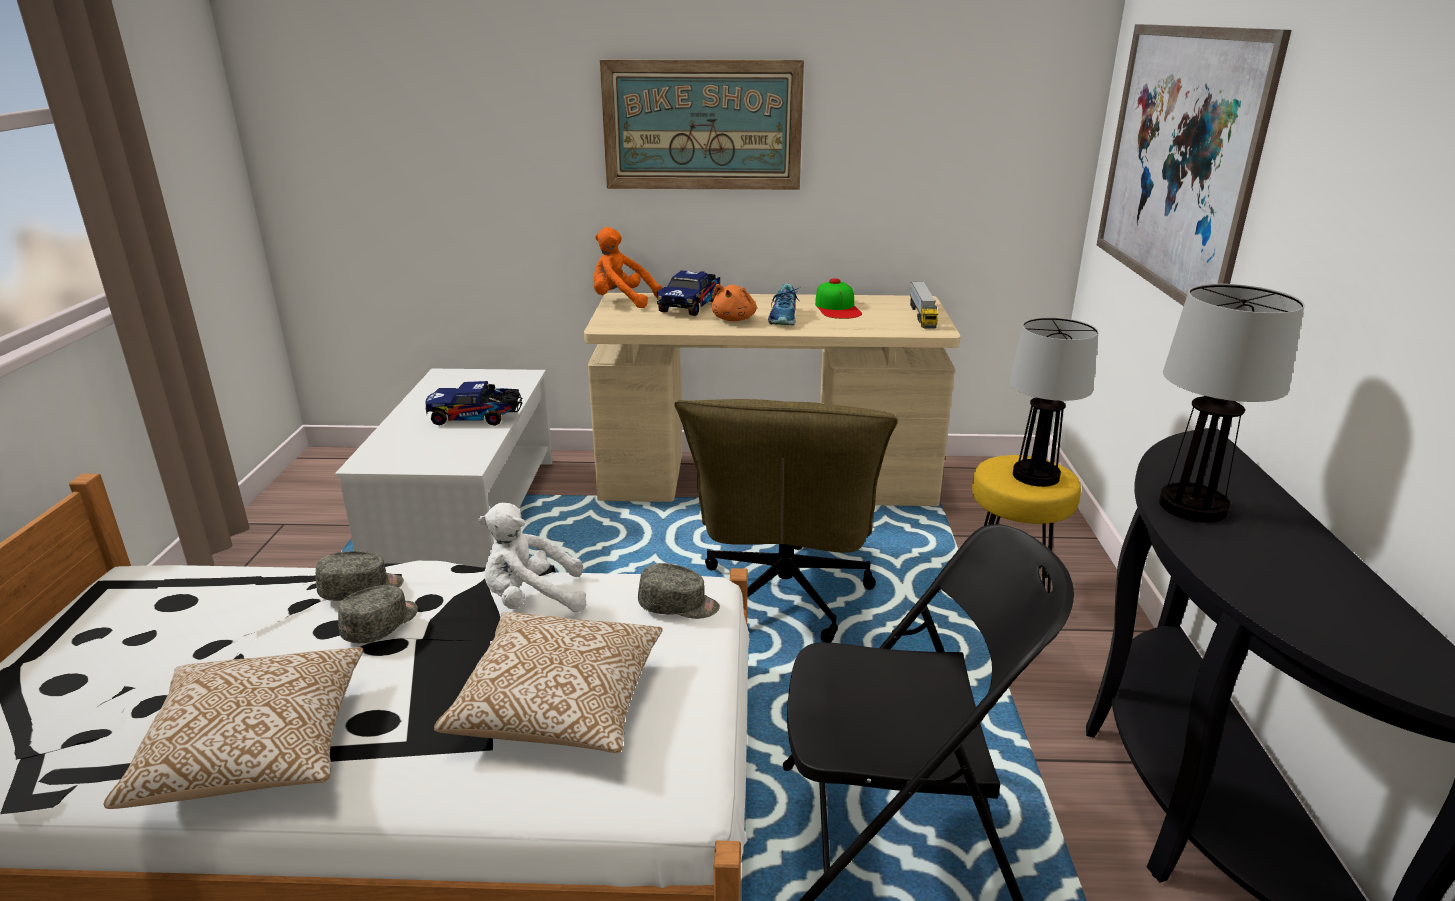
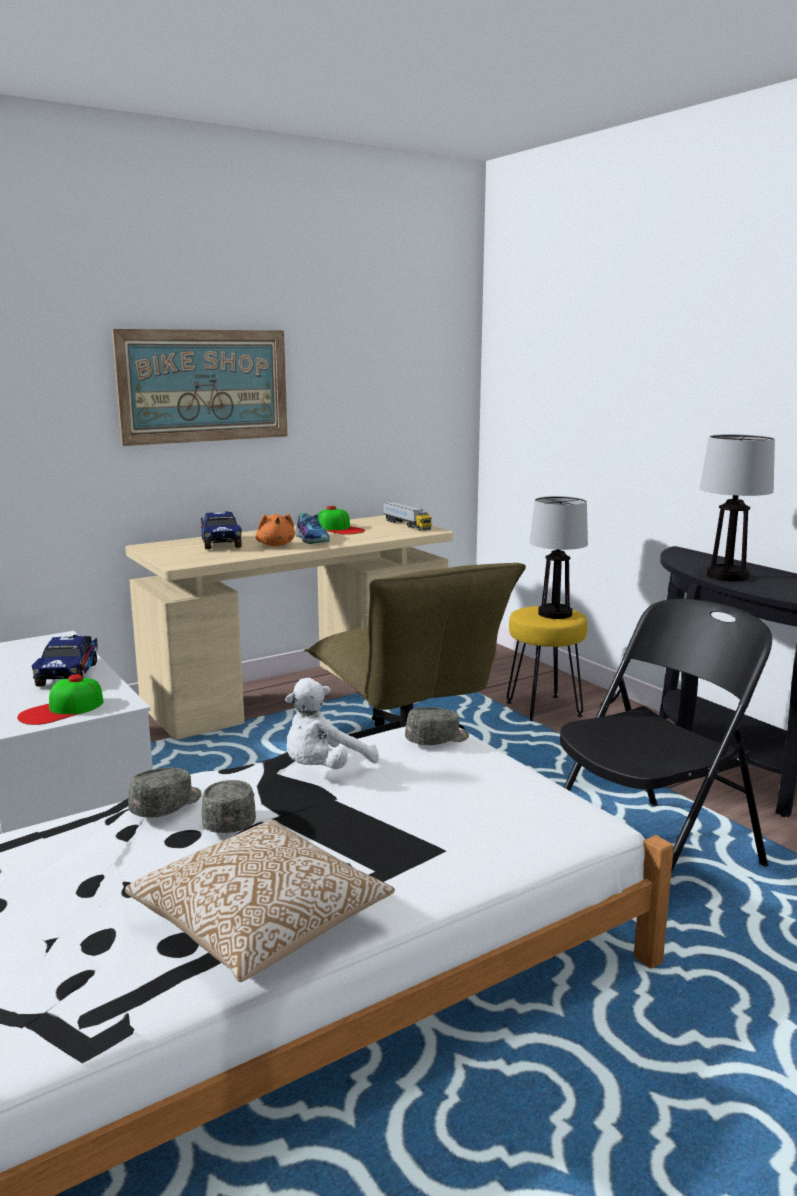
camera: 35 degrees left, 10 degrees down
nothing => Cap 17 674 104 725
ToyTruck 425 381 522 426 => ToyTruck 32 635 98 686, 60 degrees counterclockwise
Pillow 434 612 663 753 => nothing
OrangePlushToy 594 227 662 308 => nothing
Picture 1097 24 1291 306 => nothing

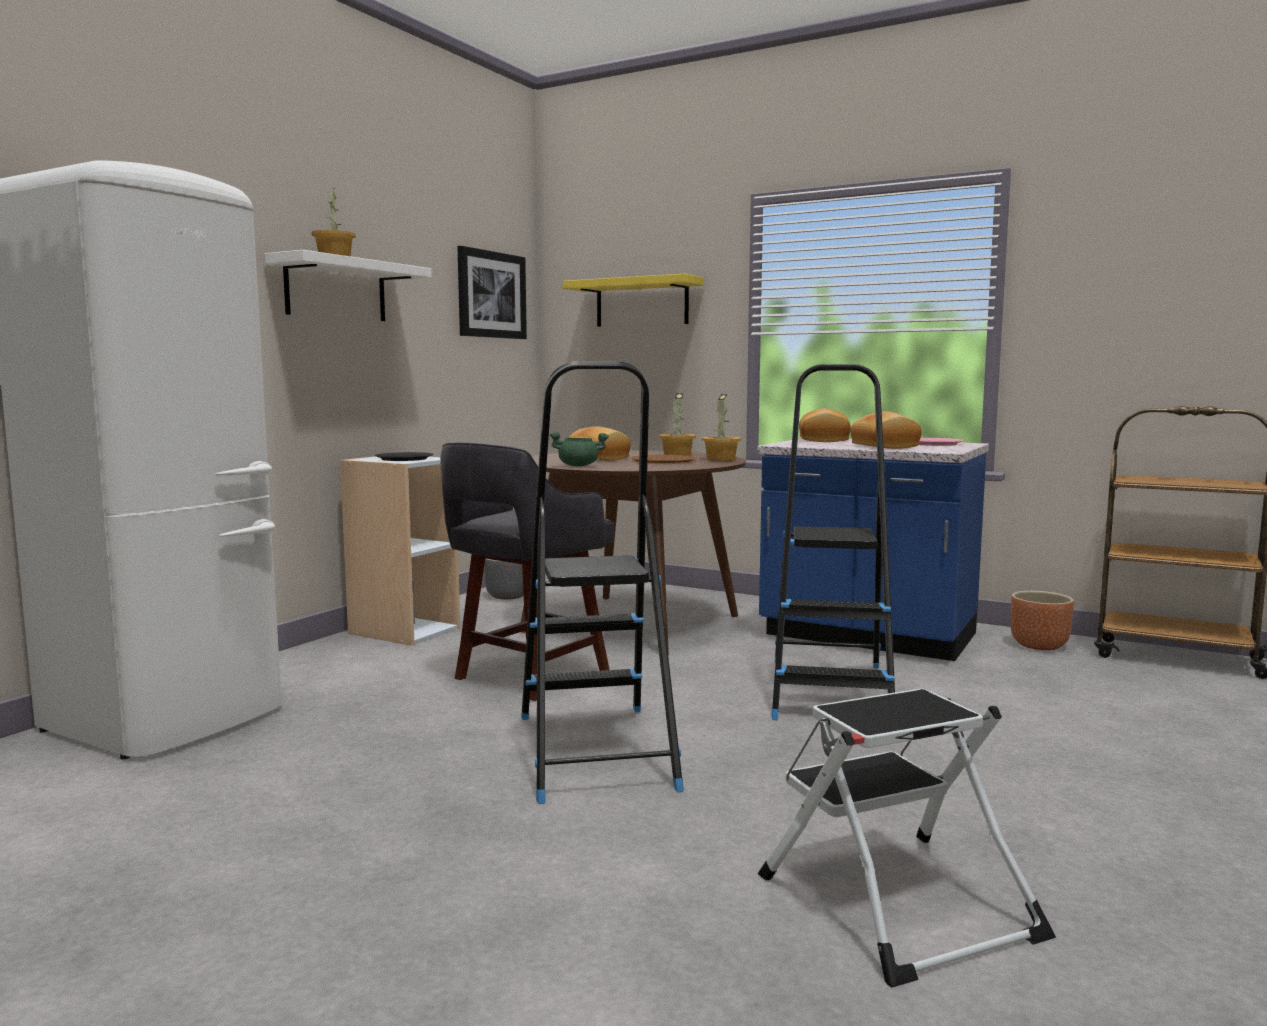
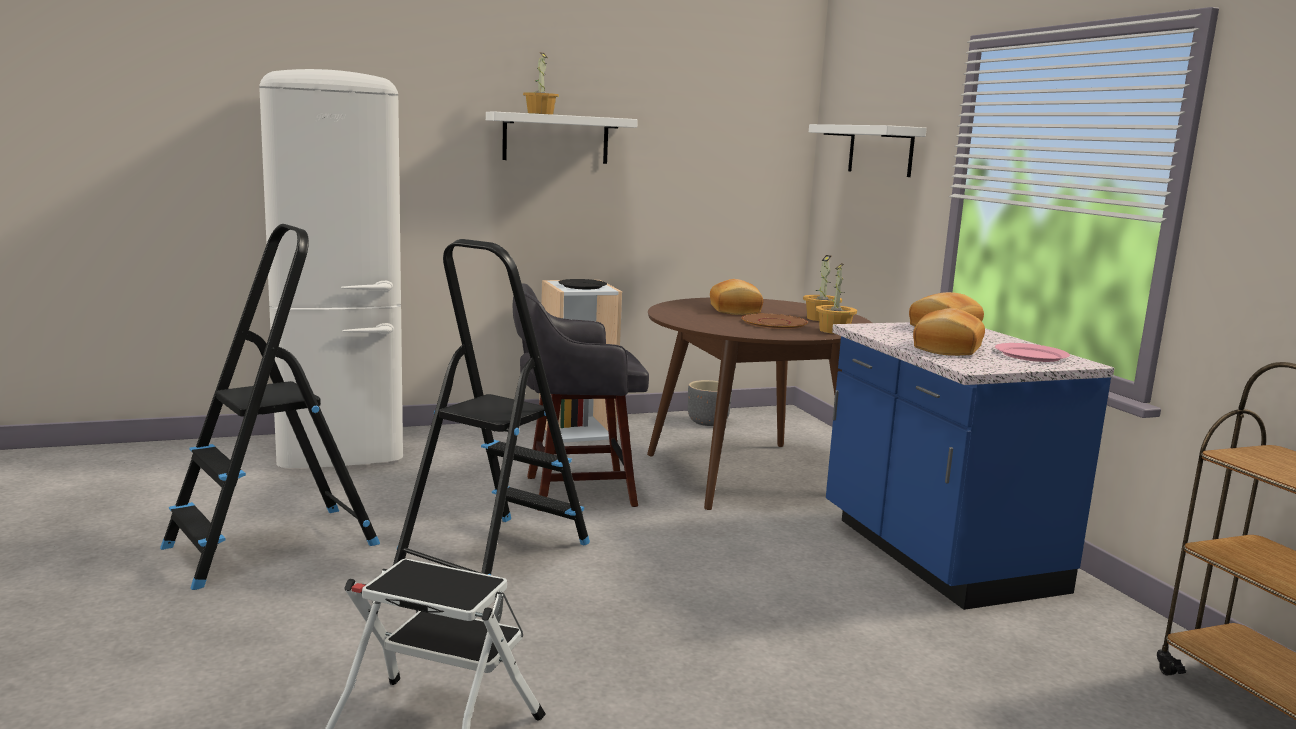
camera: 40 degrees right, 5 degrees up
BlackStepLadder 771 364 895 720 => BlackStepLadder 160 224 380 590, move
YellowShelf 563 274 704 327 => WhiteShelf 809 124 927 177
Picture 457 246 527 339 => nothing
GreenCookingPot 550 432 609 467 => nothing
BrownPlanter 1011 591 1074 650 => nothing

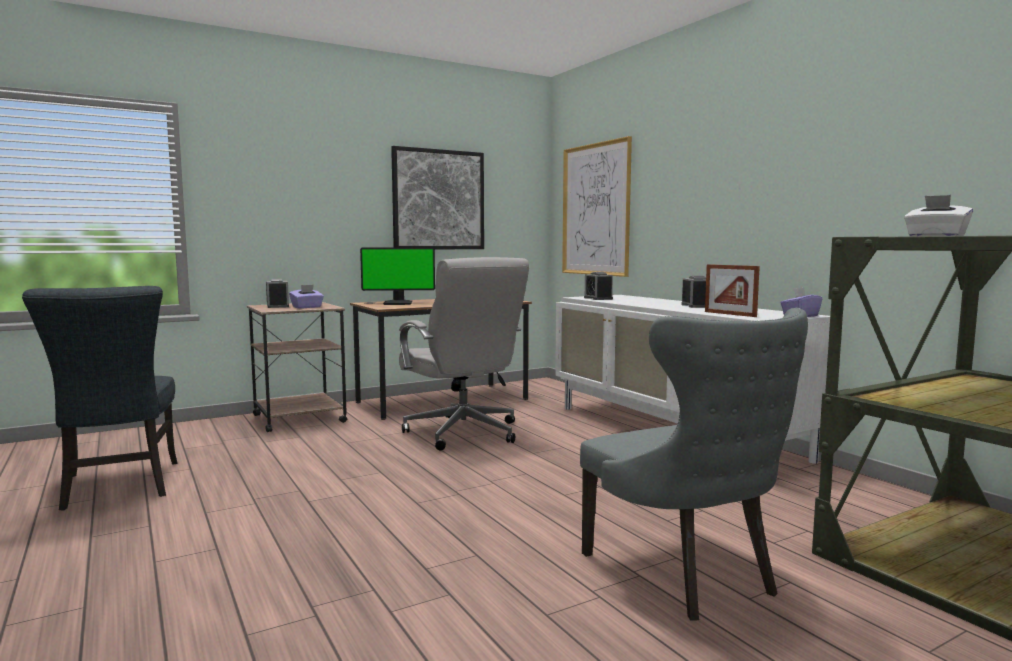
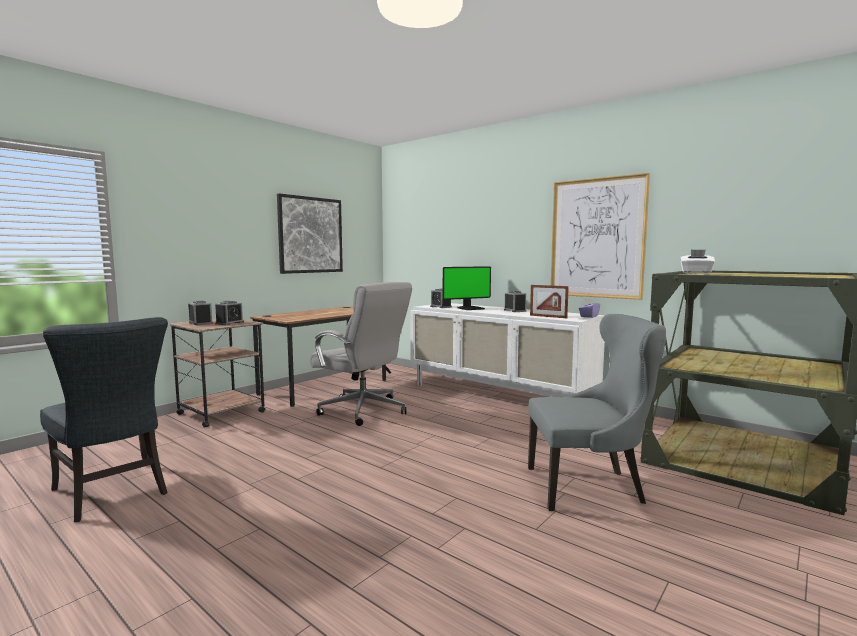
camera: 20 degrees left, 0 degrees up
PurpleTissueBox 289 285 324 308 => AlarmClock 215 301 244 325
Monitor 360 248 435 305 => Monitor 443 266 491 310, move
GreyChair 580 308 808 621 => GreyChair 528 314 666 511, 45 degrees counterclockwise
Picture 562 136 632 277 => Picture 551 173 650 300, move

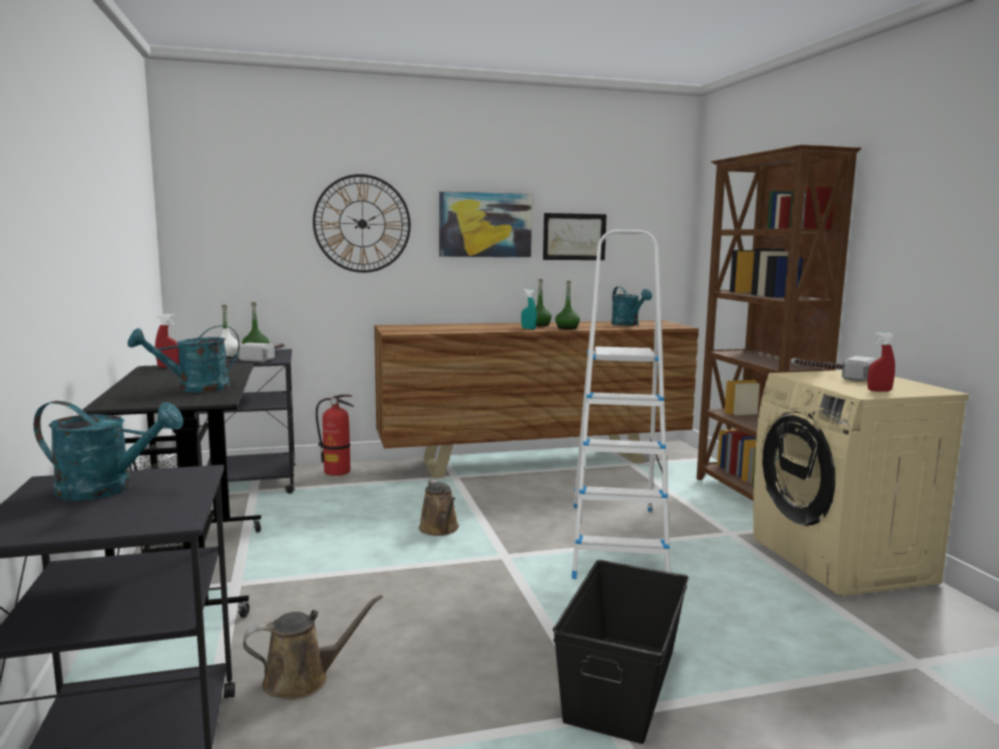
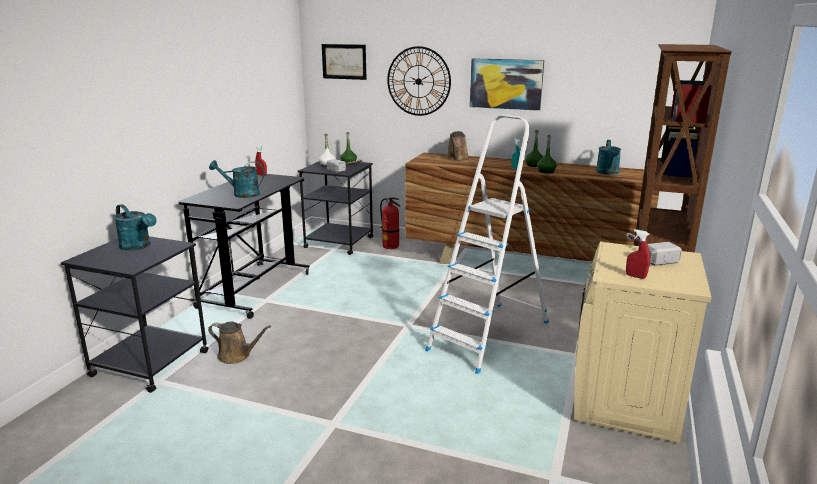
camera: 35 degrees right, 10 degrees up
Picture 543 213 607 260 => Picture 322 44 367 80, move
BrownWateringCan 419 480 459 536 => BrownWateringCan 446 131 469 161, move
BlackStorageBox 553 560 689 744 => nothing

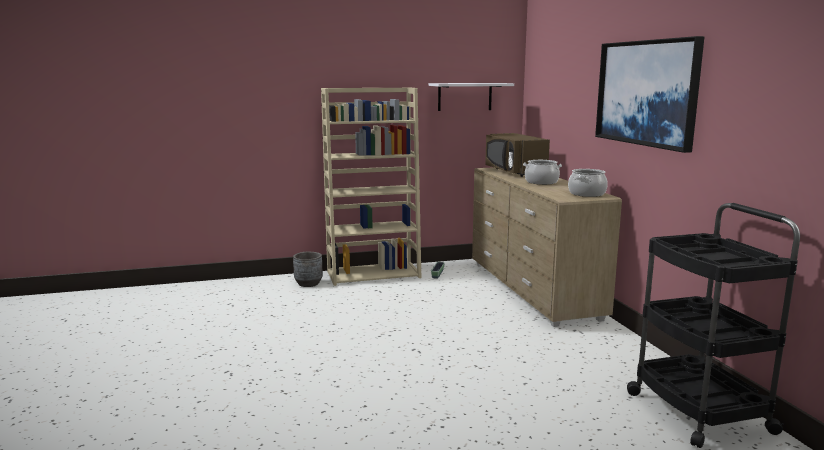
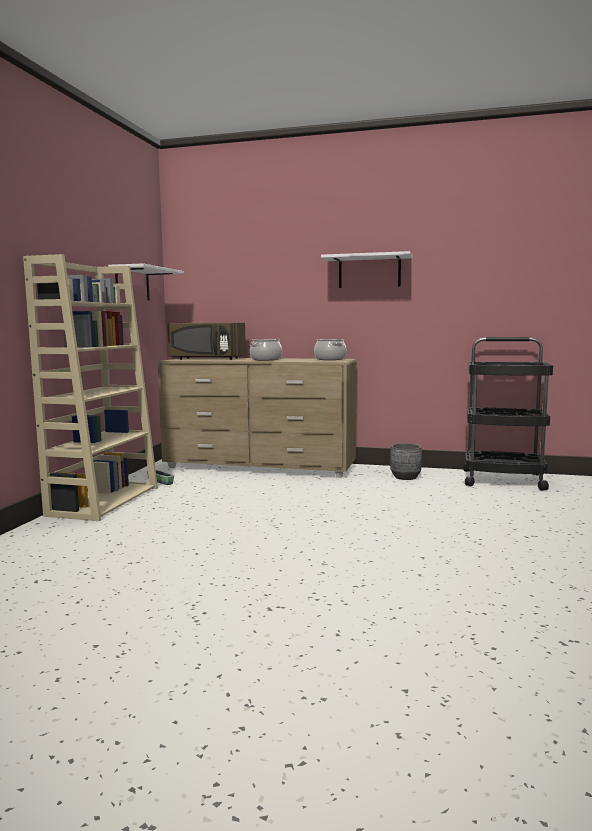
camera: 60 degrees left, 5 degrees down
Picture 595 36 704 153 => WhiteShelf 321 251 413 288
GreyPlanter 293 252 323 287 => GreyPlanter 390 443 422 480, move

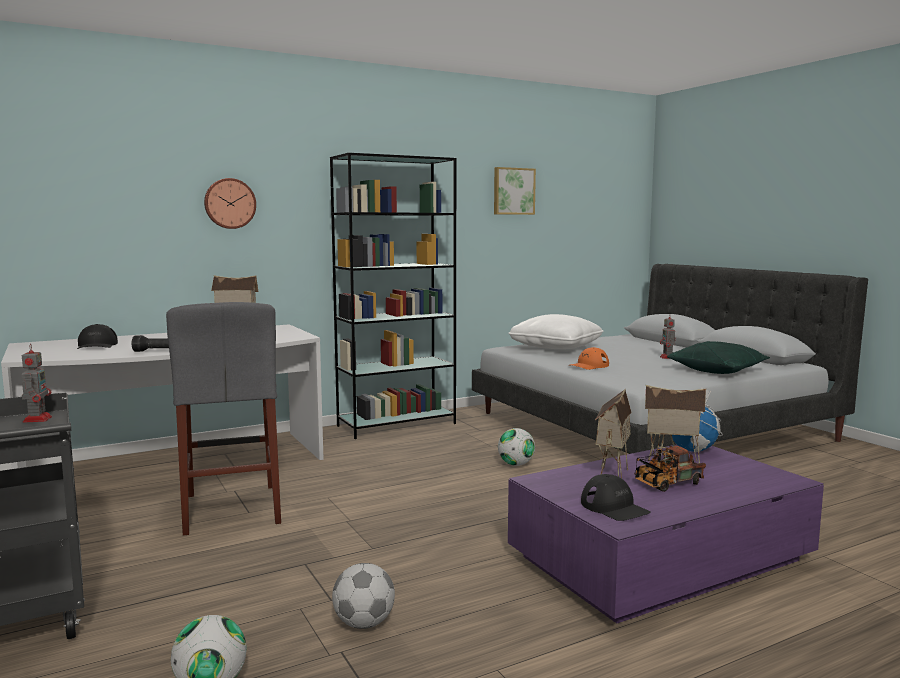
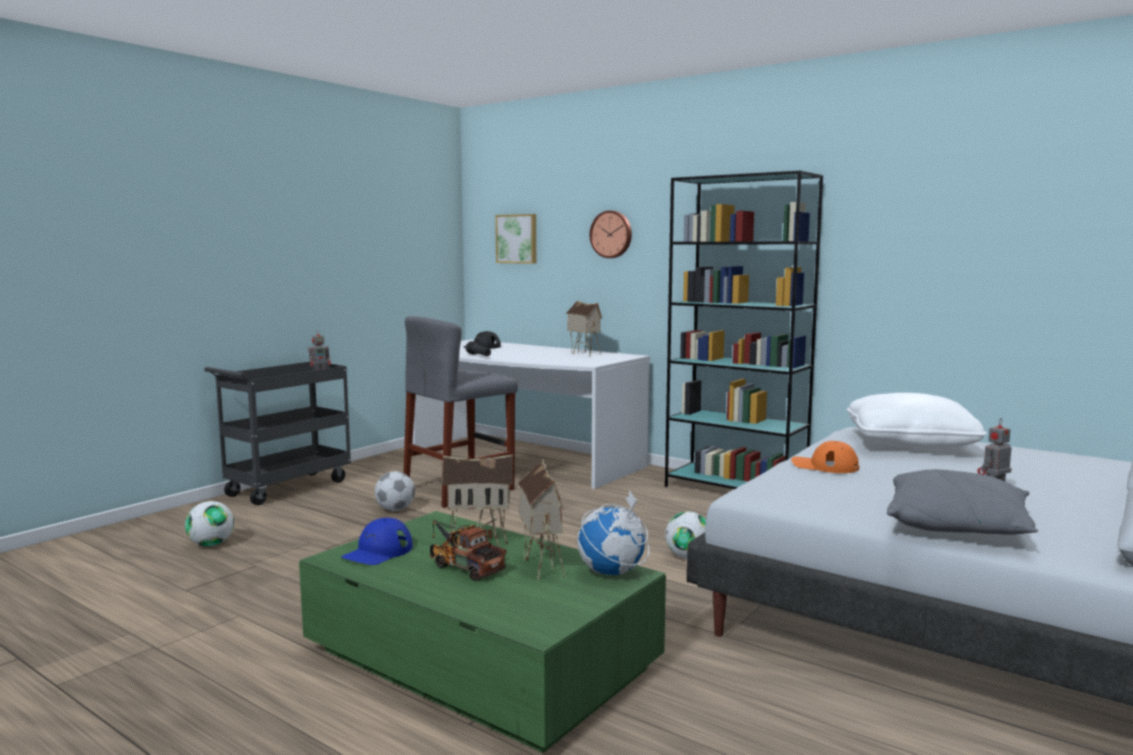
camera: 65 degrees right, 0 degrees up
PurpleCoffeeTable 508 444 824 623 => GreenCoffeeTable 299 511 666 753
BlackCap 581 474 651 521 => BlueCap 341 518 413 565
Football 332 563 395 629 => Football 375 471 415 511, move
Picture 494 167 536 215 => Picture 495 214 536 264, move
GreenPillow 667 341 770 374 => GreyPillow 887 469 1038 535

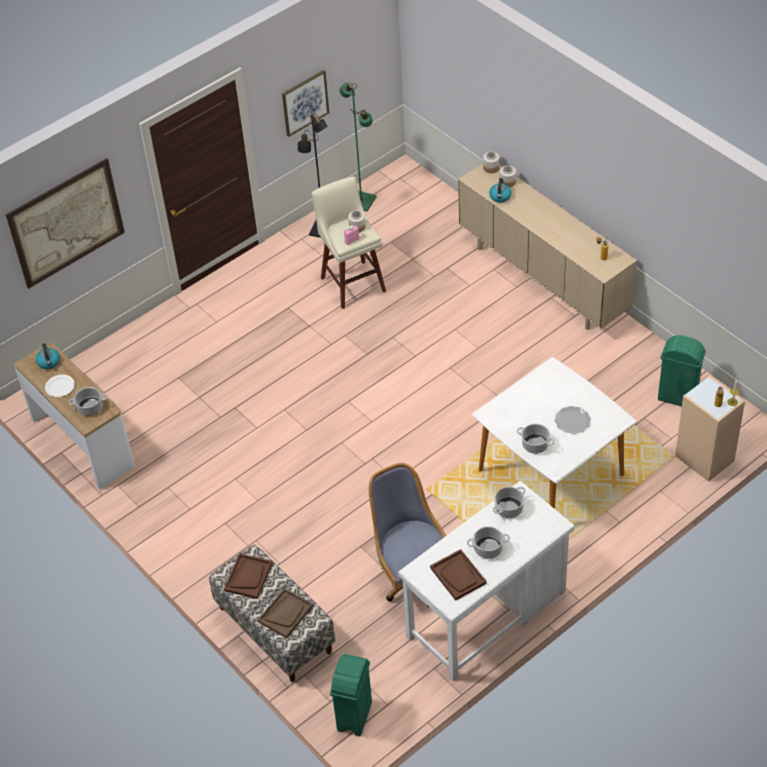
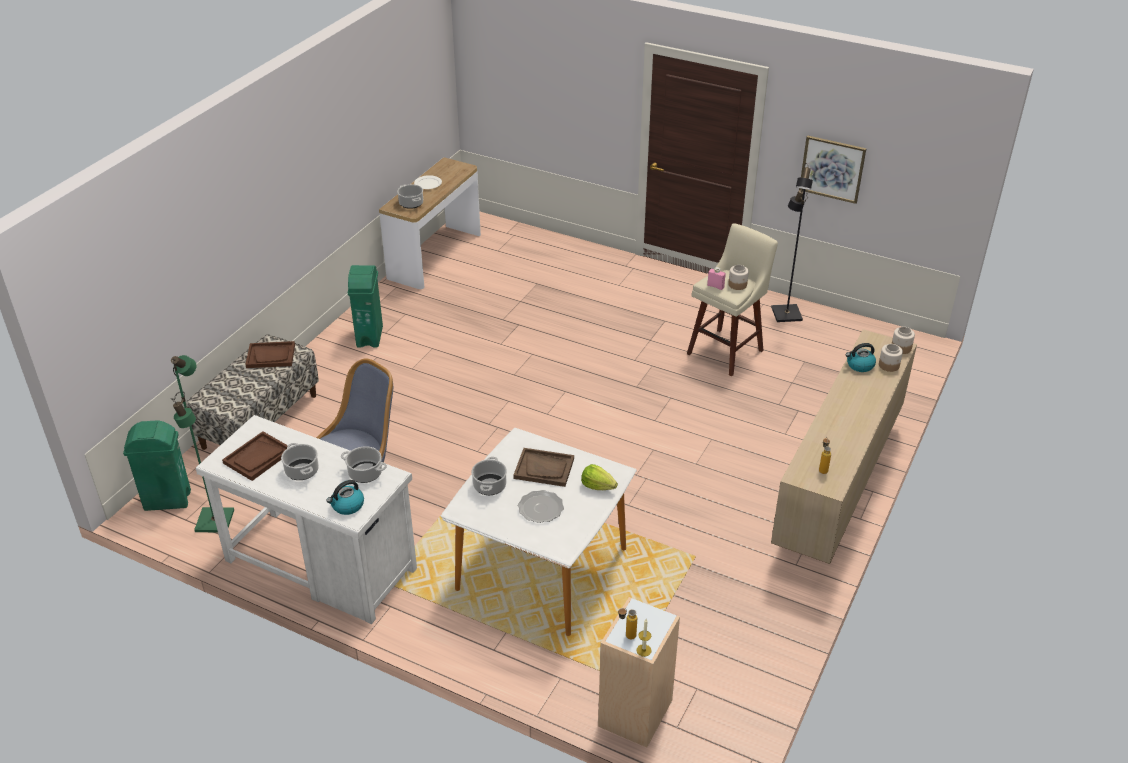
camera: 65 degrees right, 10 degrees down
GreenFloorLamp 339 82 376 212 => GreenFloorLamp 171 355 234 533, move
Kettle 36 343 60 369 => Kettle 327 480 364 515, move
GreenTrashCan 658 335 706 406 => GreenTrashCan 348 265 383 347, move
BrownTray 257 588 313 639 => BrownTray 513 448 574 487, move
nothing => Lettuce 581 464 618 490
Picture 5 158 125 289 => nothing

